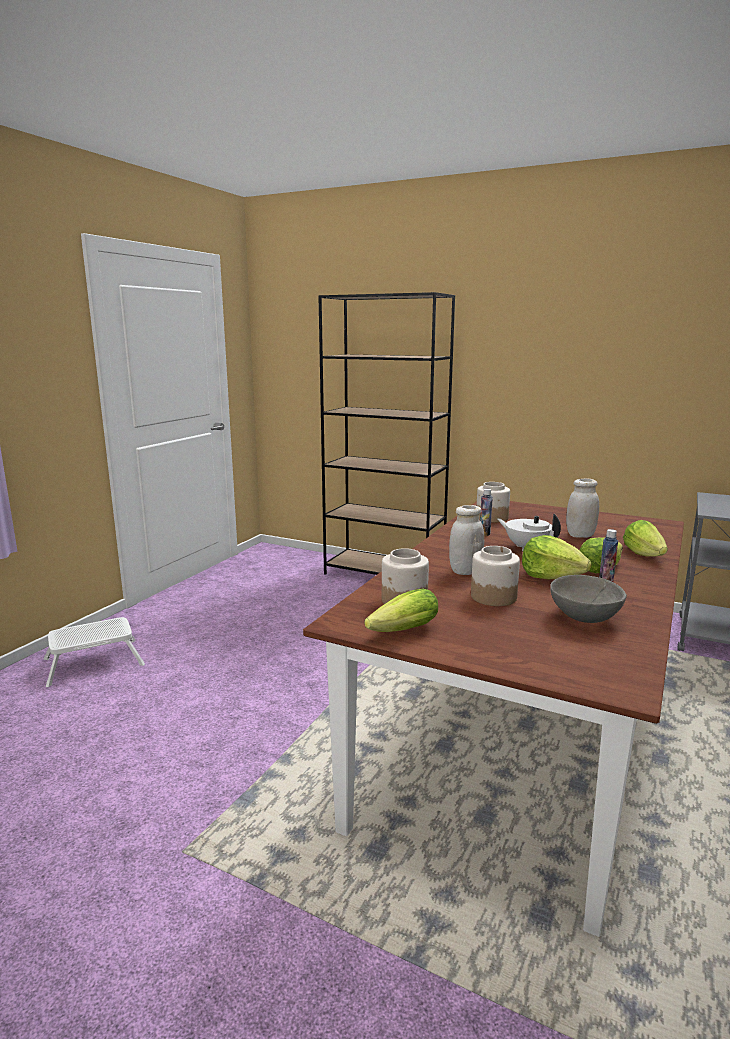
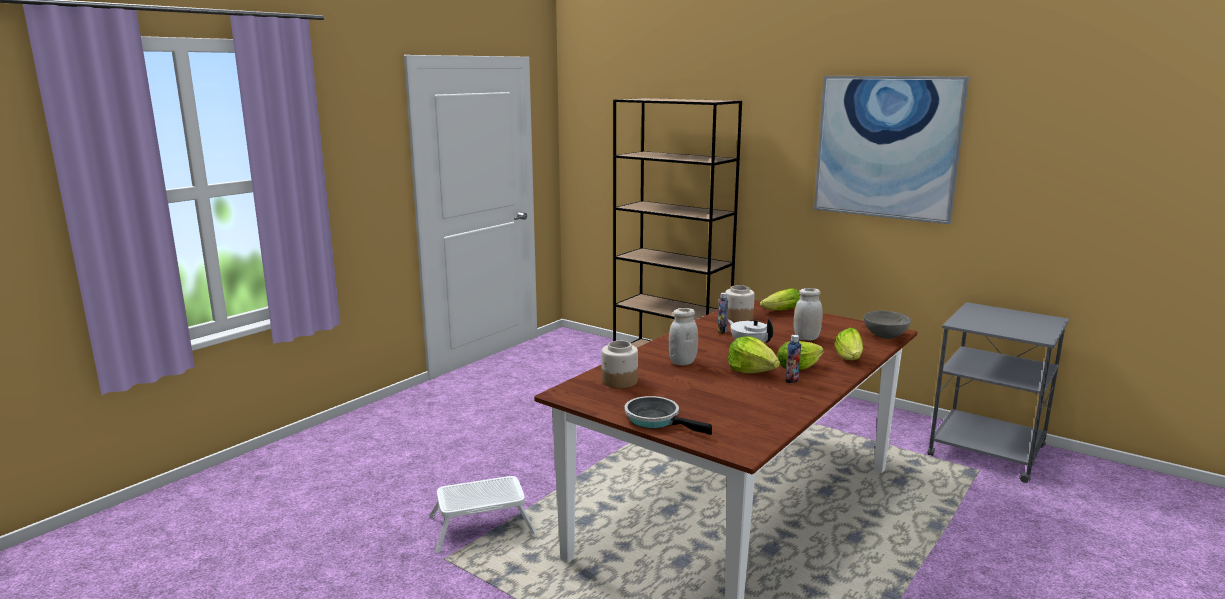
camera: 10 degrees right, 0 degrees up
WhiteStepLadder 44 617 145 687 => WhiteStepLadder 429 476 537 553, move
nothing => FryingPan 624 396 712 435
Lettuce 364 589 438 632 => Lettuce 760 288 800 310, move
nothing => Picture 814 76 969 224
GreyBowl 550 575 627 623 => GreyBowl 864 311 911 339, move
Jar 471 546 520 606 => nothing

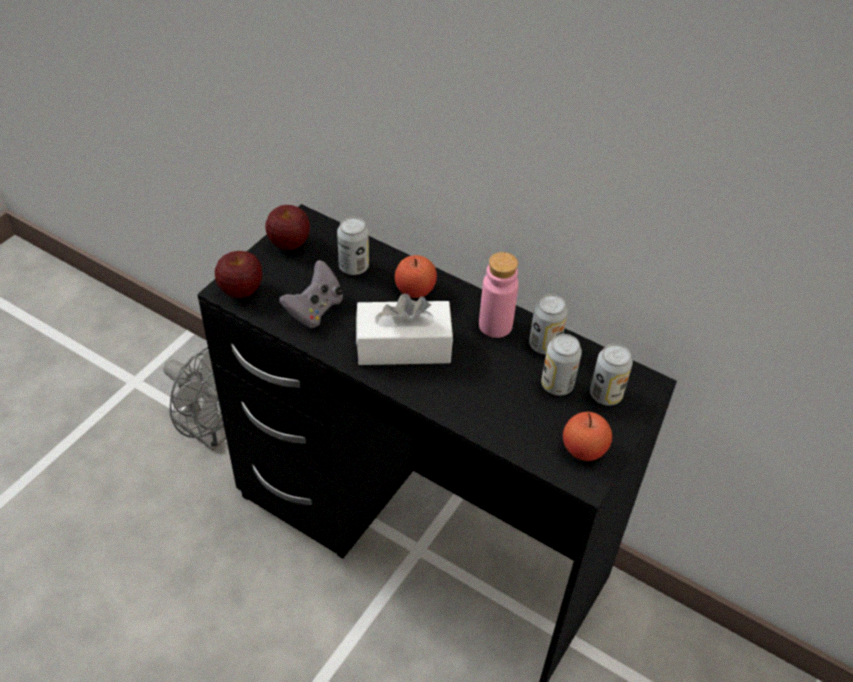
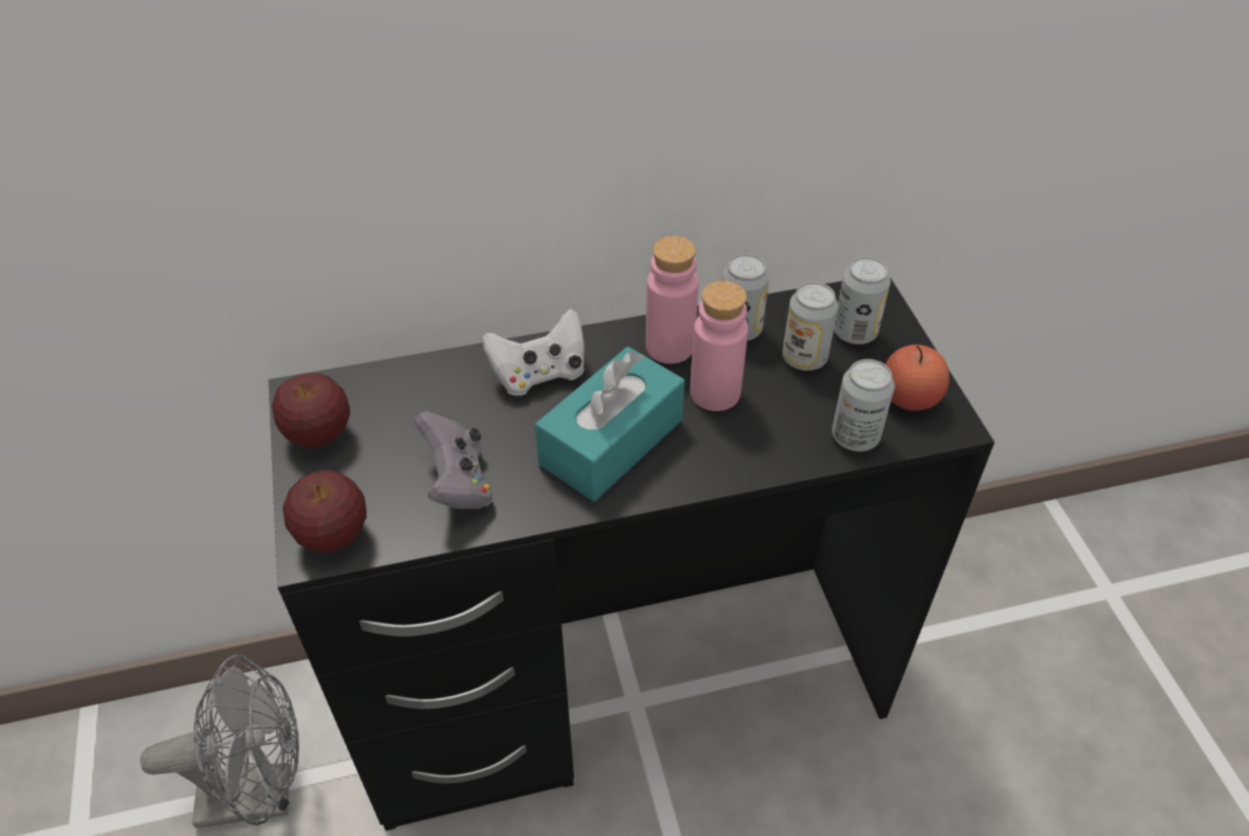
camera: 45 degrees left, 0 degrees up
Apple 395 255 437 298 => WhiteGameController 482 309 584 396
WhiteTissueBox 356 293 453 365 => TurquoiseTissueBox 535 347 685 501
nothing => PinkBottle 690 281 748 411
Can 337 217 369 275 => Can 832 359 895 451, move

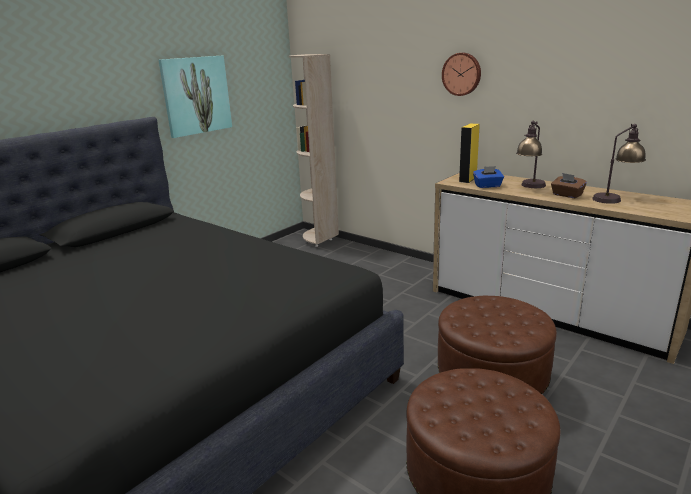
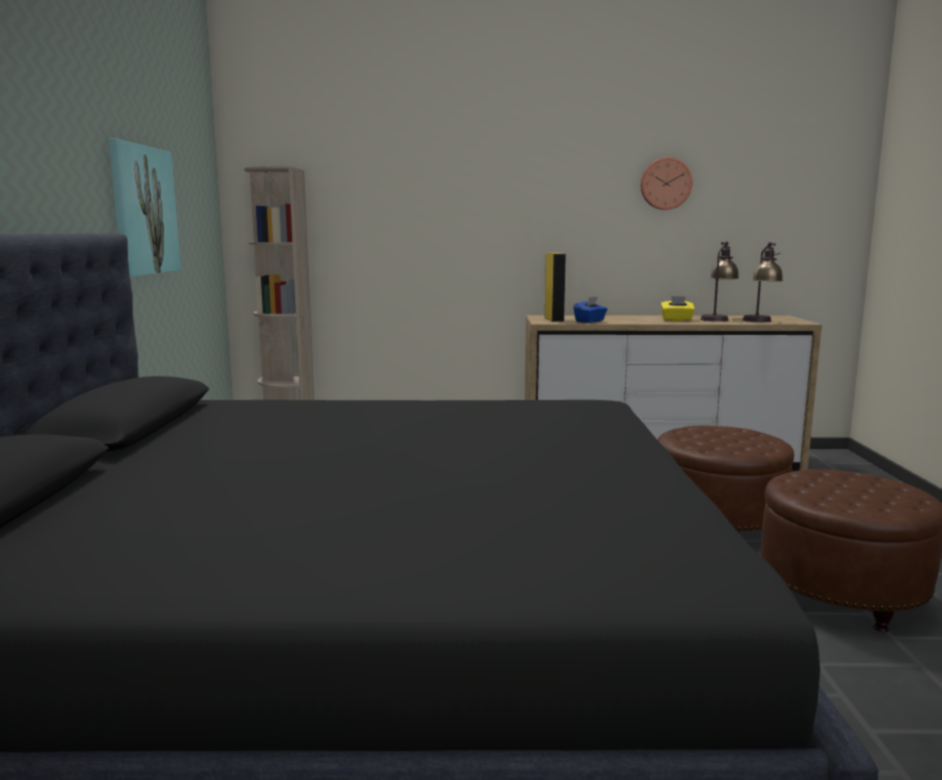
camera: 40 degrees left, 10 degrees down
WallClock 442 53 481 96 => WallClock 641 157 692 210, move
BrownTissueBox 551 173 587 198 => YellowTissueBox 660 296 695 321
TableLamp 516 121 546 188 => TableLamp 742 242 783 322, move

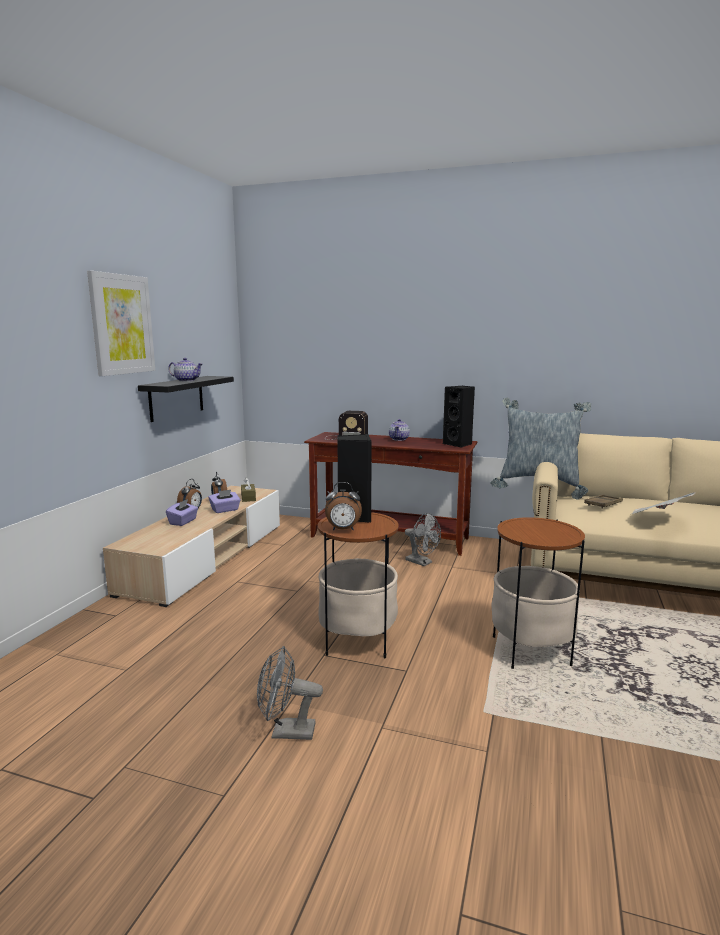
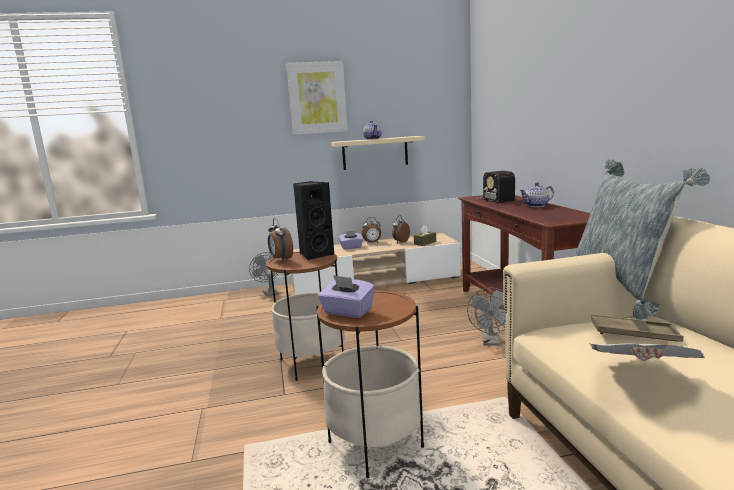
camera: 60 degrees right, 0 degrees up
GreyFan 257 646 323 740 => GreyFan 249 252 279 297, move
PurpleTissueBox 209 490 241 513 => PurpleTissueBox 318 275 375 318, move
BlackShelf 138 376 234 422 => BeigeShelf 331 136 425 170
BlackSpeaker 443 386 475 448 => nothing

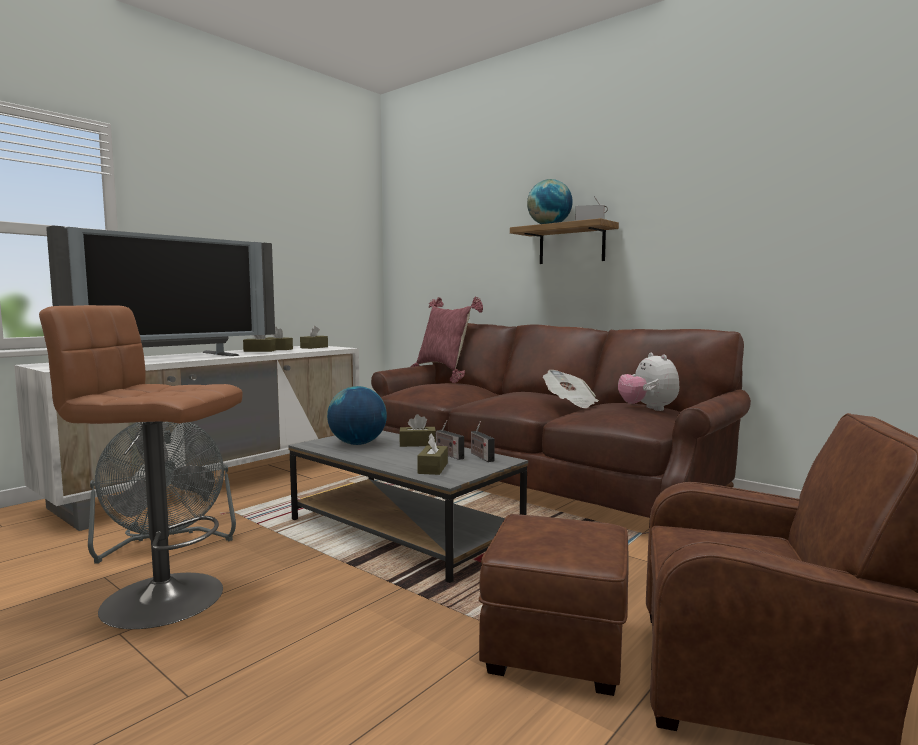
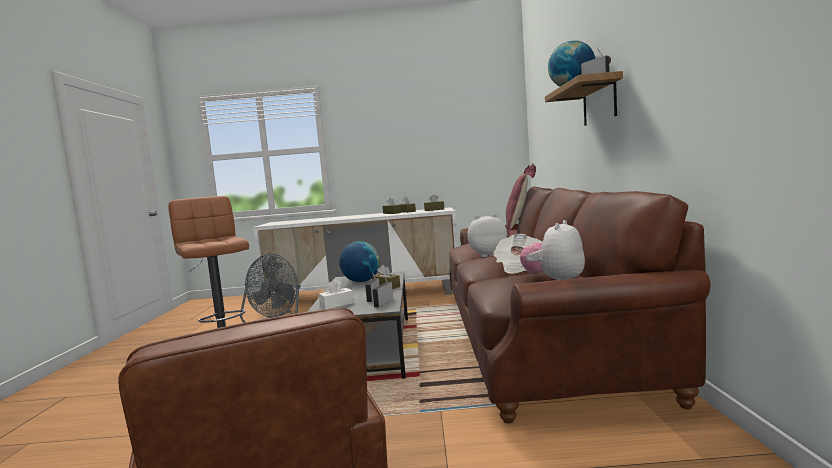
camera: 50 degrees right, 0 degrees up
BrownTissueBox 417 433 448 475 => WhiteTissueBox 319 279 354 309
nothing => PlushToy 467 214 507 257
Television 46 225 275 356 => nothing

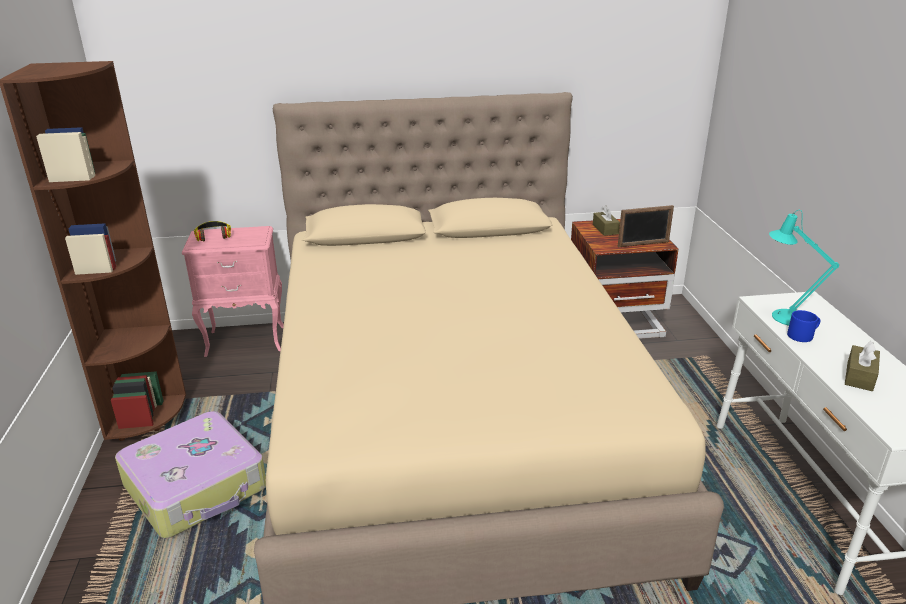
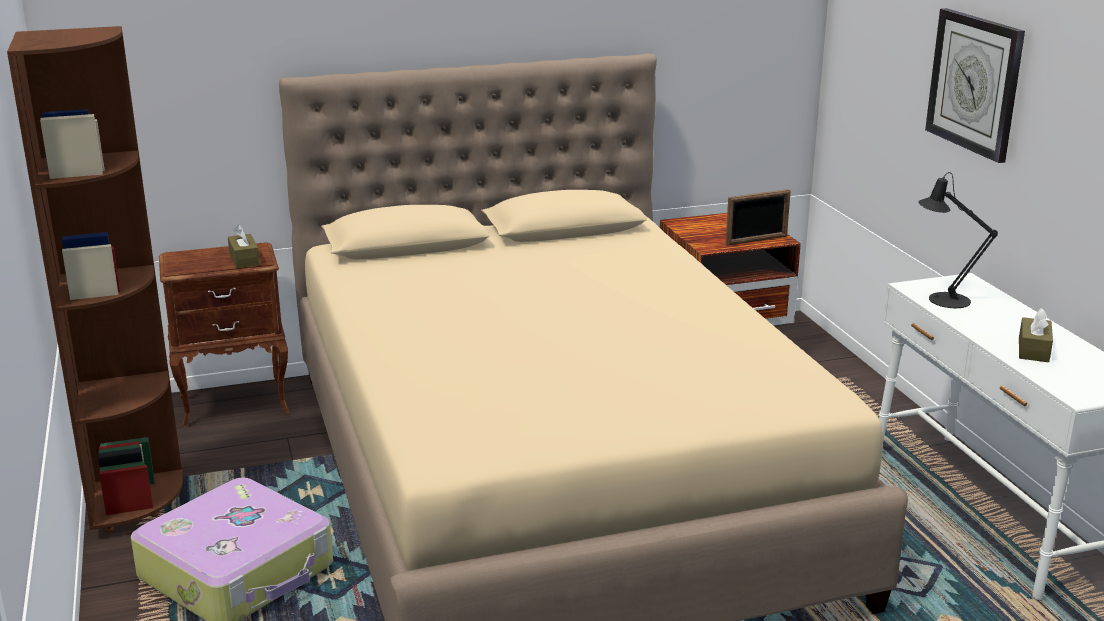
camera: 10 degrees left, 5 degrees down
PinkNightstand 182 226 284 357 => BrownNightstand 159 242 290 427
BrownTissueBox 593 205 620 236 => BrownTissueBox 228 225 260 268, move
TurquoiseTableLamp 769 210 839 326 => BlackTableLamp 918 172 998 308
nothing => WallClock 925 8 1025 163
Headphones 194 221 231 241 => nothing
BlueMug 787 310 820 342 => nothing

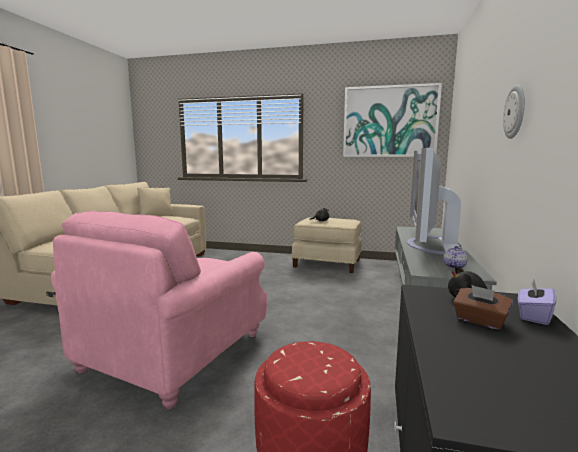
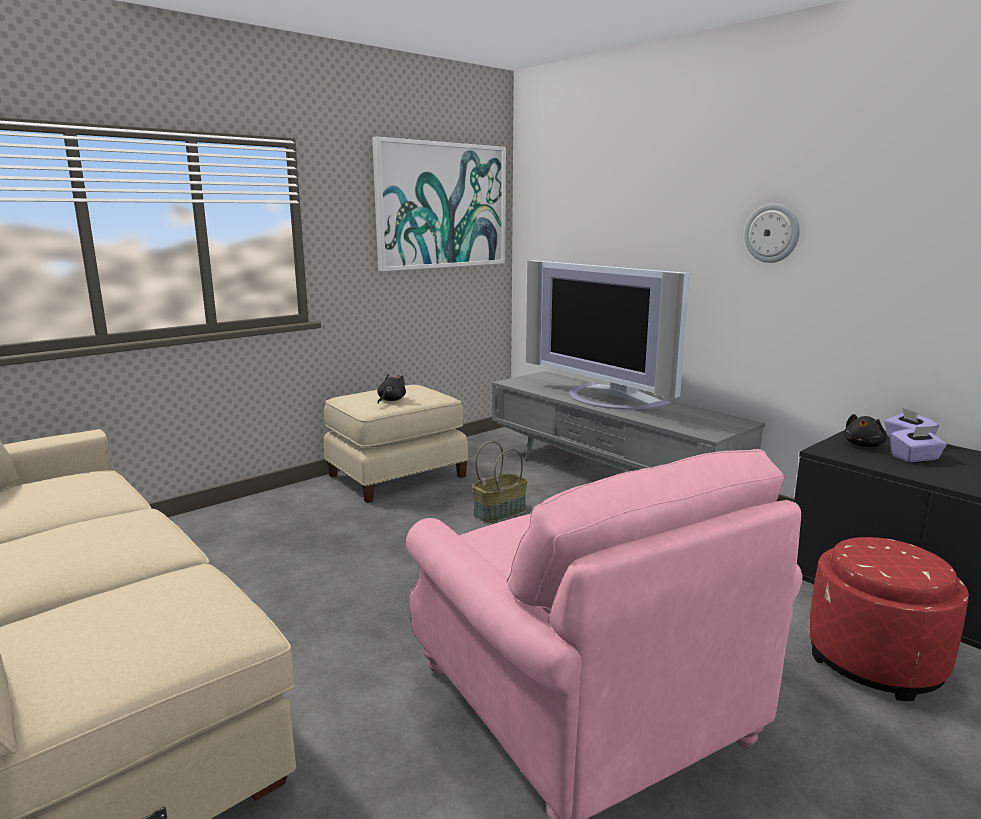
camera: 55 degrees left, 5 degrees up
nothing => Basket 472 441 528 523
BrownTissueBox 453 285 513 330 => PurpleTissueBox 890 426 947 462
Teapot 443 246 468 269 => nothing

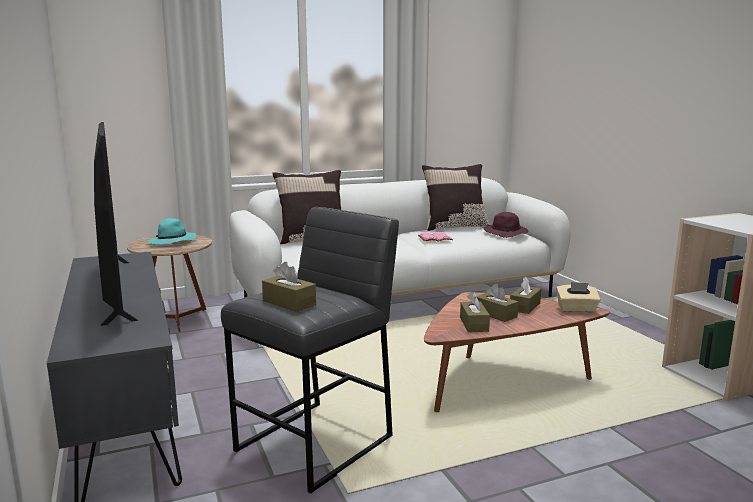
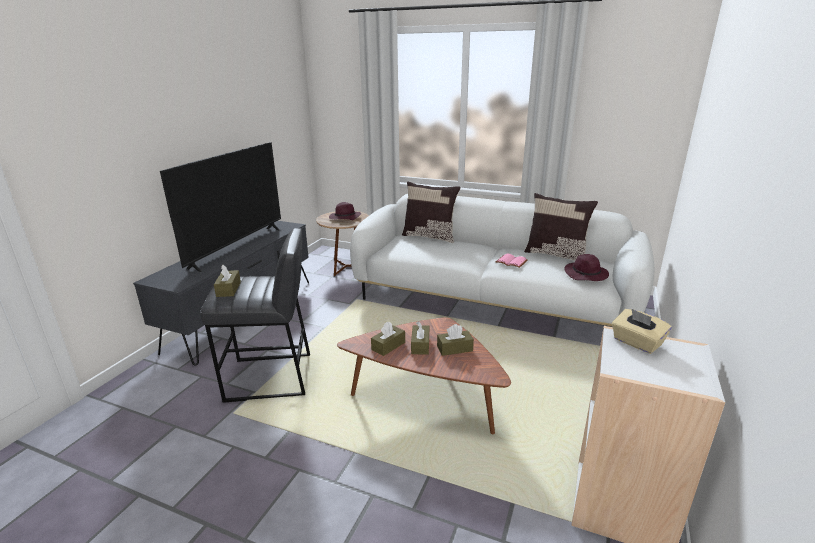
camera: 45 degrees right, 10 degrees up
TurquoiseHat 147 218 196 244 => PurpleHat 329 202 361 220
BeigeTissueBox 556 282 600 313 => BeigeTissueBox 612 309 672 354, move

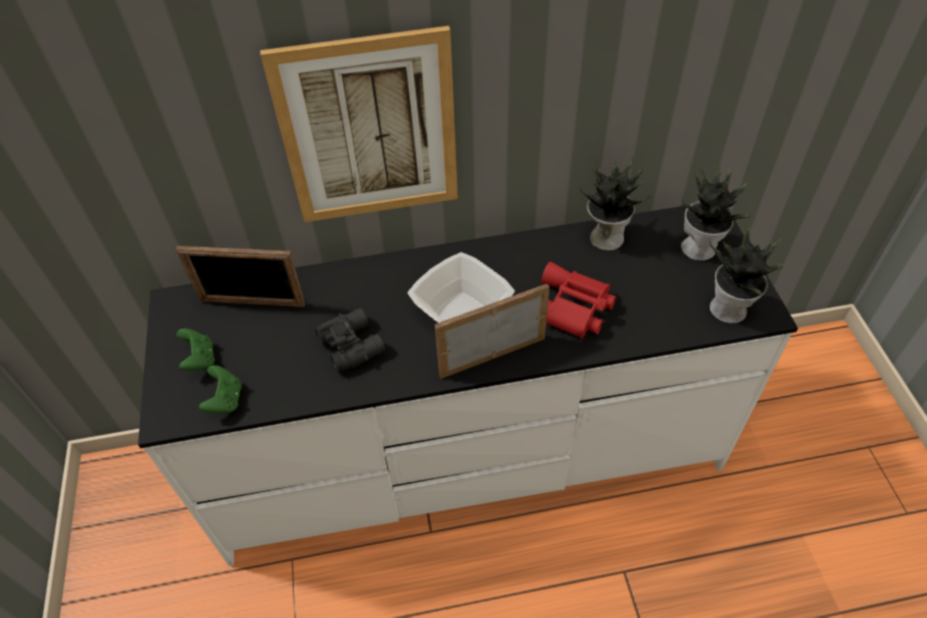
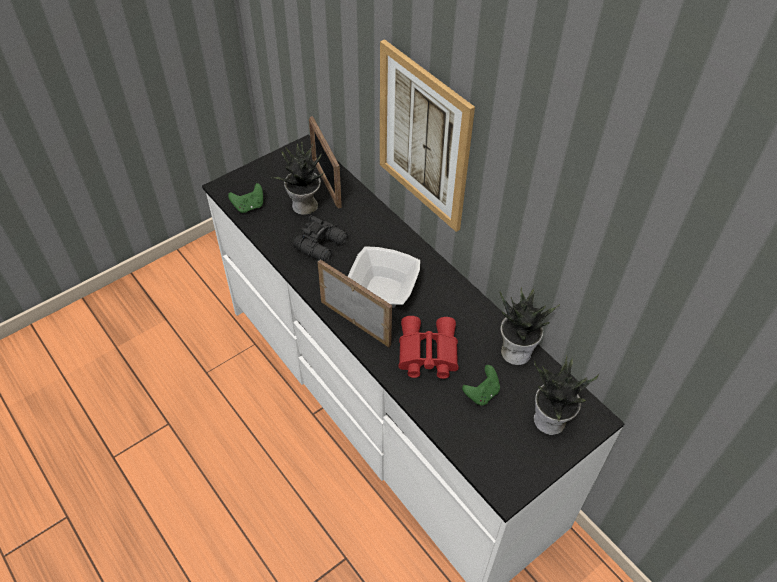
camera: 60 degrees right, 0 degrees up
PottedPlant 709 222 784 323 => PottedPlant 271 141 324 215, move
GreenGameController 176 328 215 371 => GreenGameController 462 365 500 406, move

